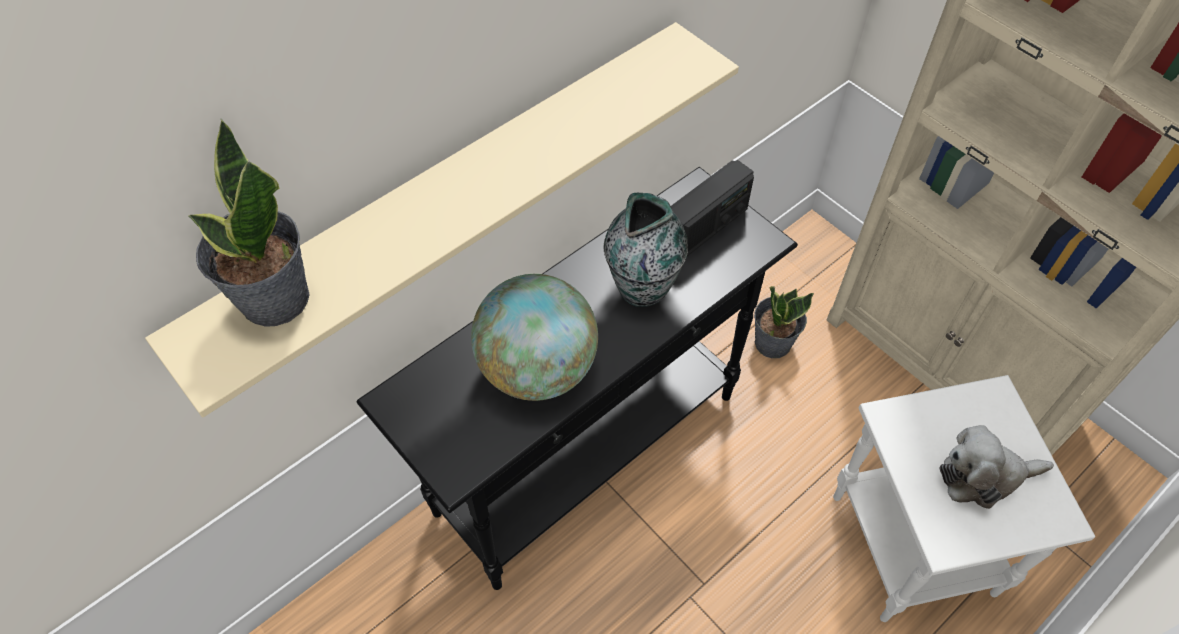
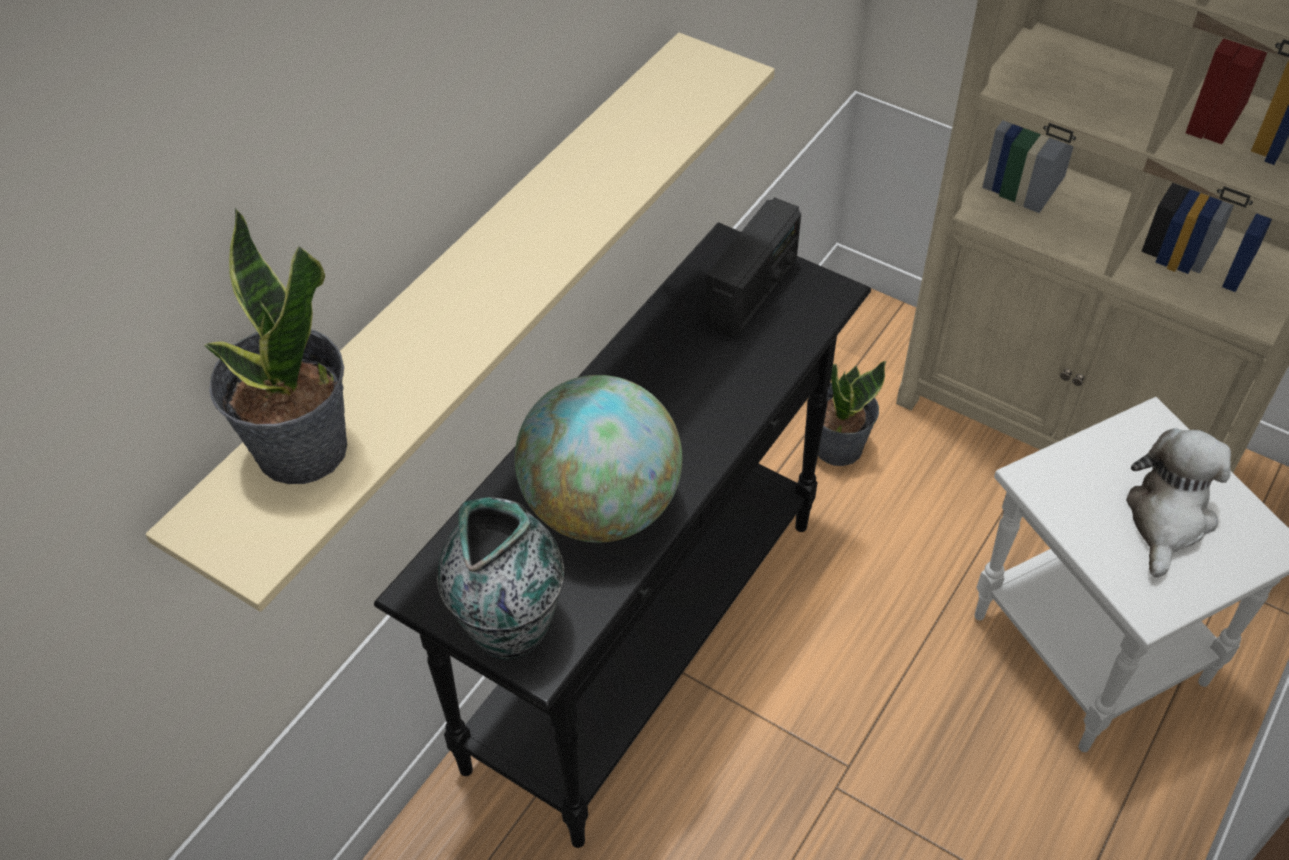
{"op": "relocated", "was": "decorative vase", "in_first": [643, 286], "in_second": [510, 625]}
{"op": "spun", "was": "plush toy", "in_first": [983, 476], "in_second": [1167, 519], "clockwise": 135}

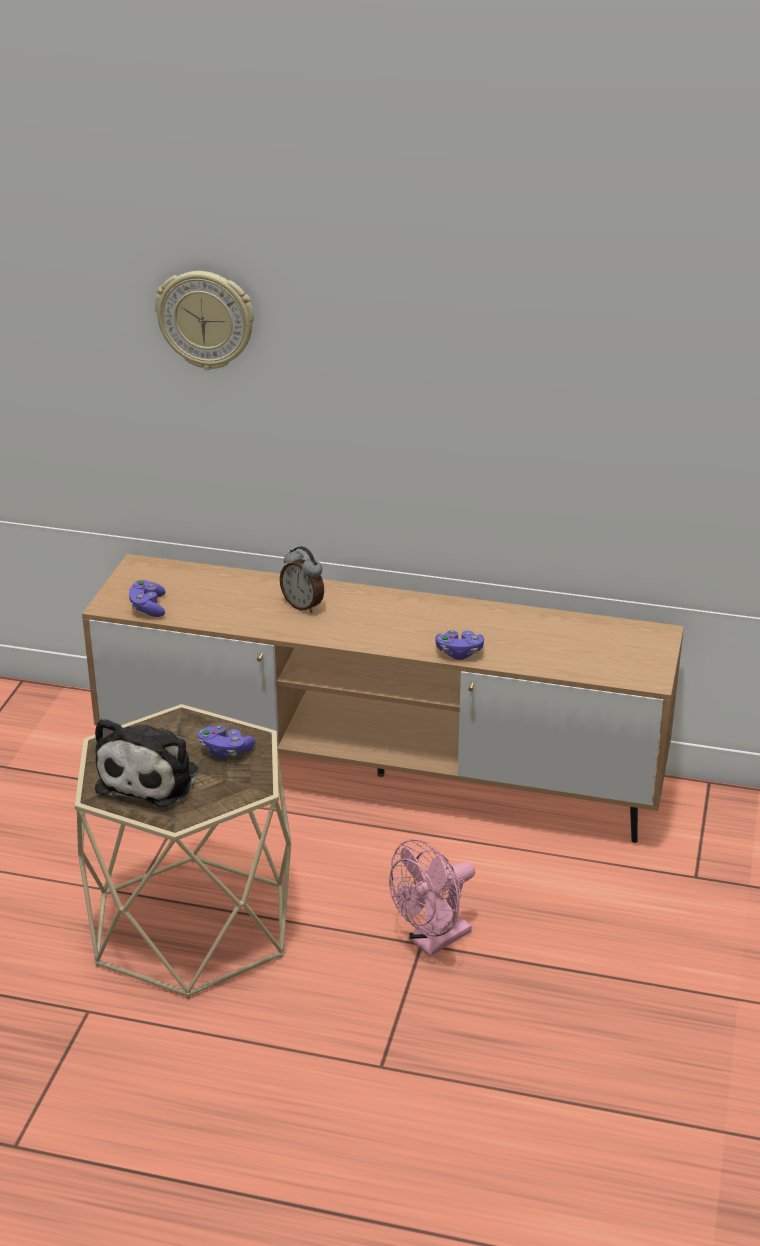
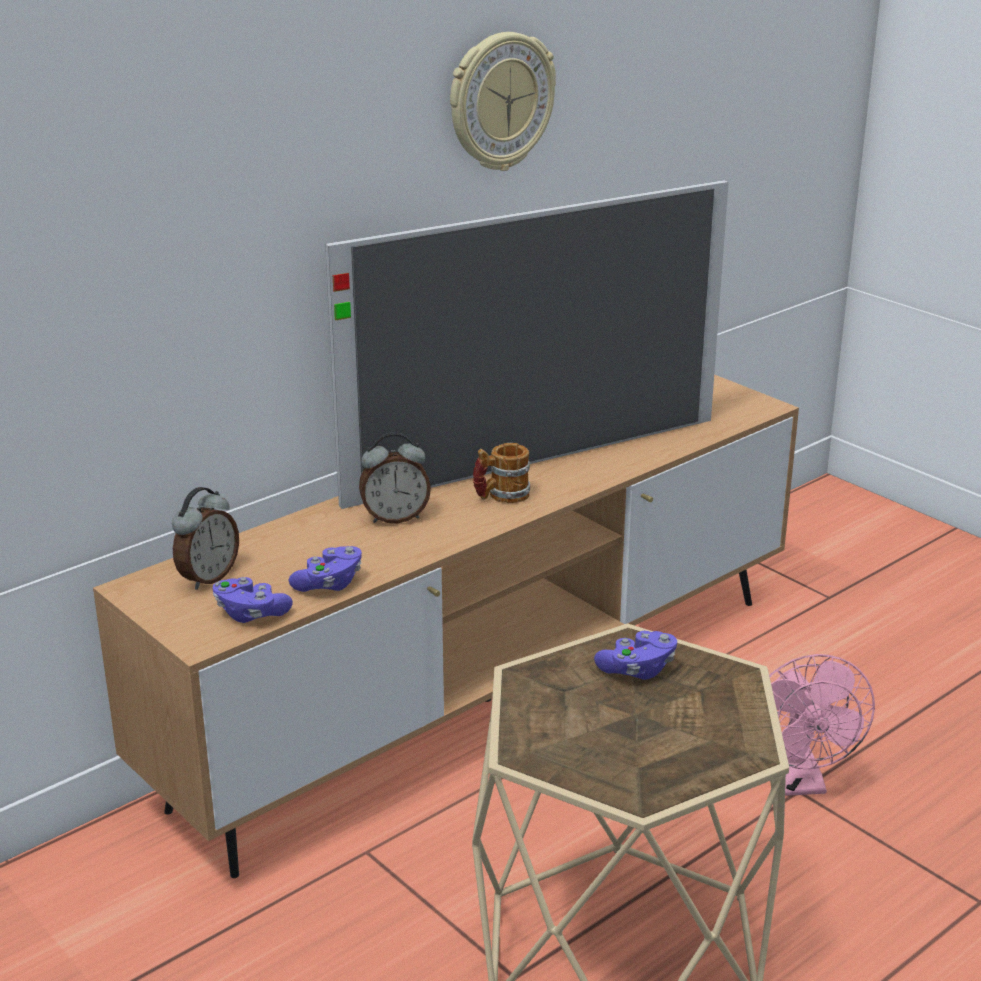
{"op": "missing", "was": "plush toy", "in_first": [151, 777]}
{"op": "relocated", "was": "hanging clock", "in_first": [206, 319], "in_second": [500, 101]}
{"op": "relocated", "was": "joypad/purplish", "in_first": [459, 653], "in_second": [329, 584]}
{"op": "appeared", "now": "alarm clock", "in_second": [207, 577]}
{"op": "appeared", "now": "television", "in_second": [536, 461]}
{"op": "appeared", "now": "coffee mug", "in_second": [501, 496]}

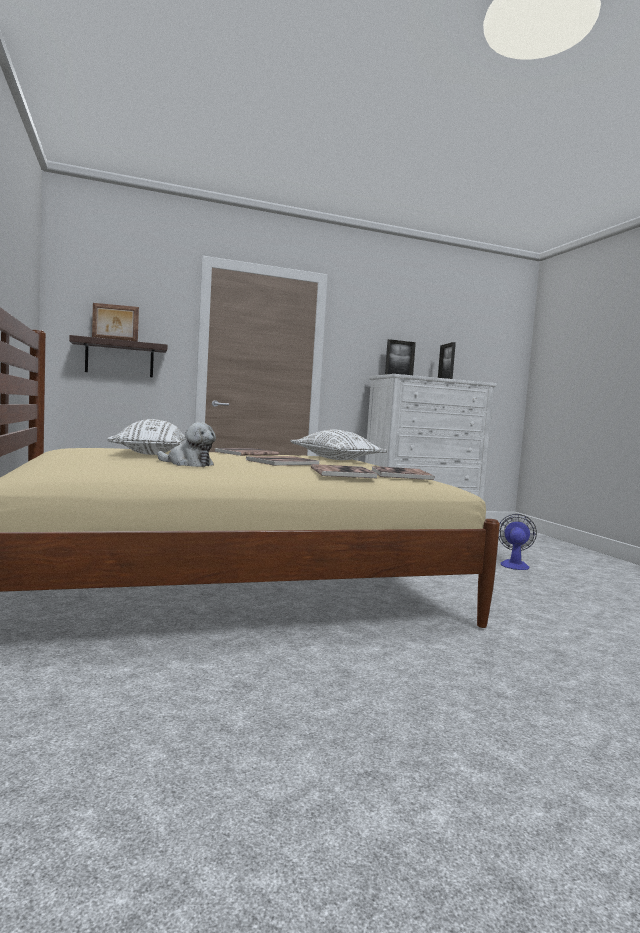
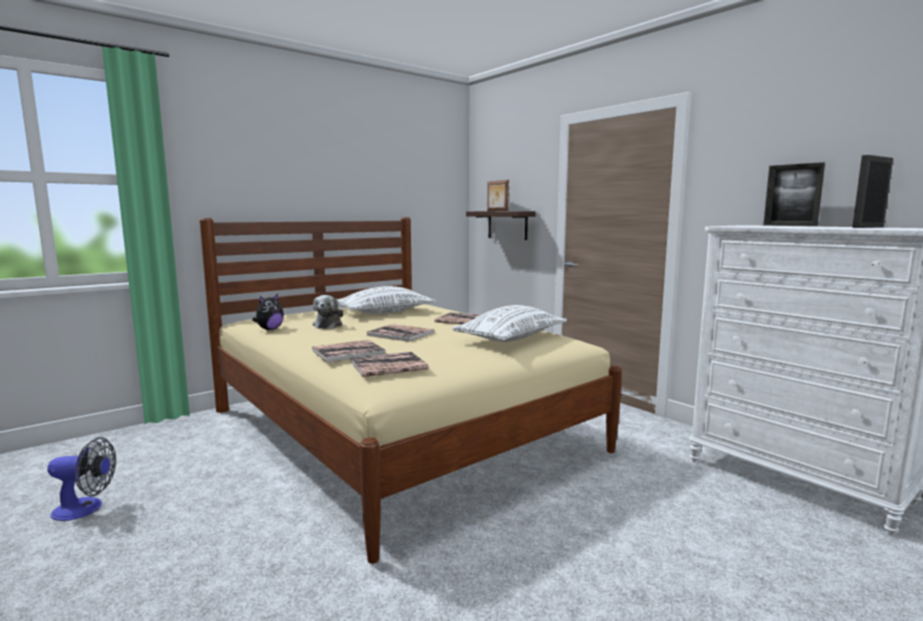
{"op": "relocated", "was": "fan", "in_first": [514, 564], "in_second": [85, 509]}
{"op": "appeared", "now": "plush toy", "in_second": [269, 329]}

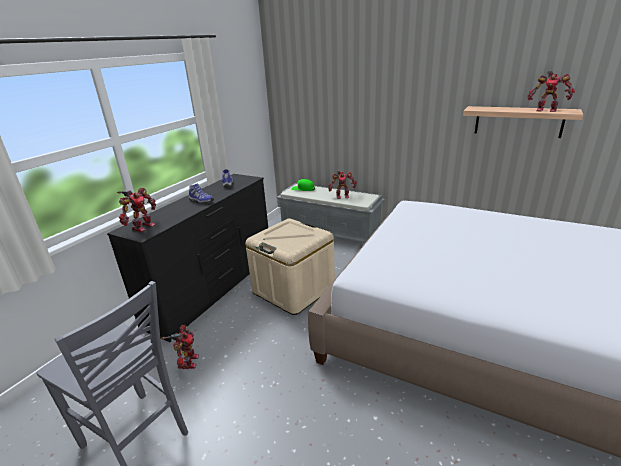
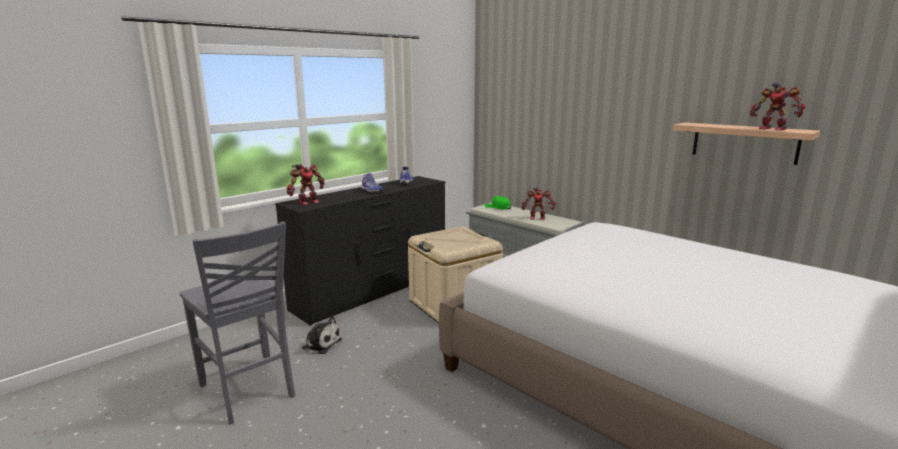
{"op": "exchanged", "was": "robot figure", "now": "plush toy", "in_first": [188, 362], "in_second": [320, 344]}

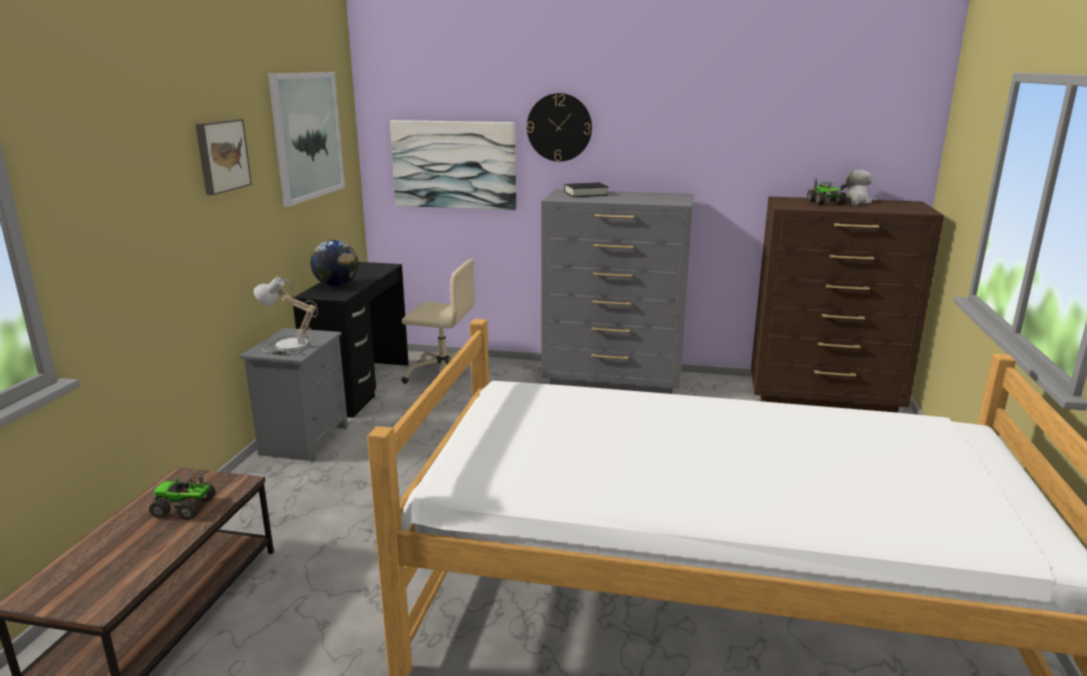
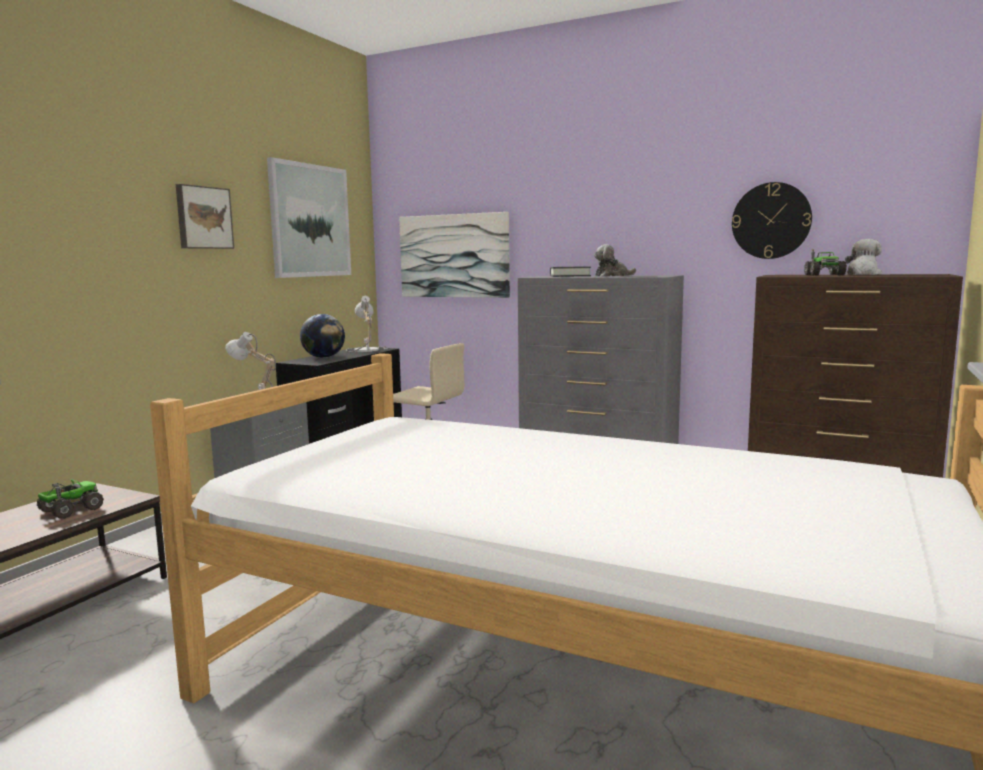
{"op": "spun", "was": "toy lorry", "in_first": [185, 508], "in_second": [70, 510], "clockwise": 105}
{"op": "relocated", "was": "hanging clock", "in_first": [559, 127], "in_second": [771, 221]}
{"op": "appeared", "now": "table lamp", "in_second": [363, 350]}
{"op": "appeared", "now": "plush toy", "in_second": [612, 276]}

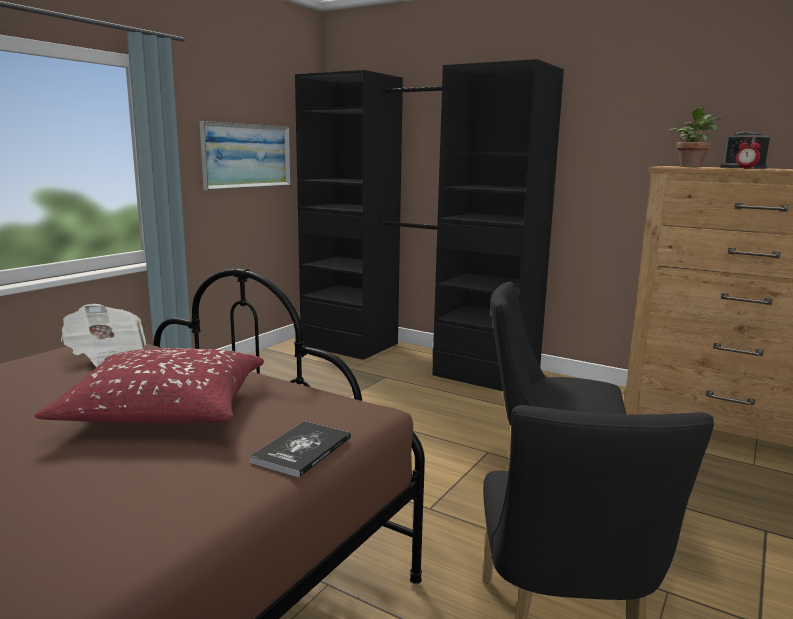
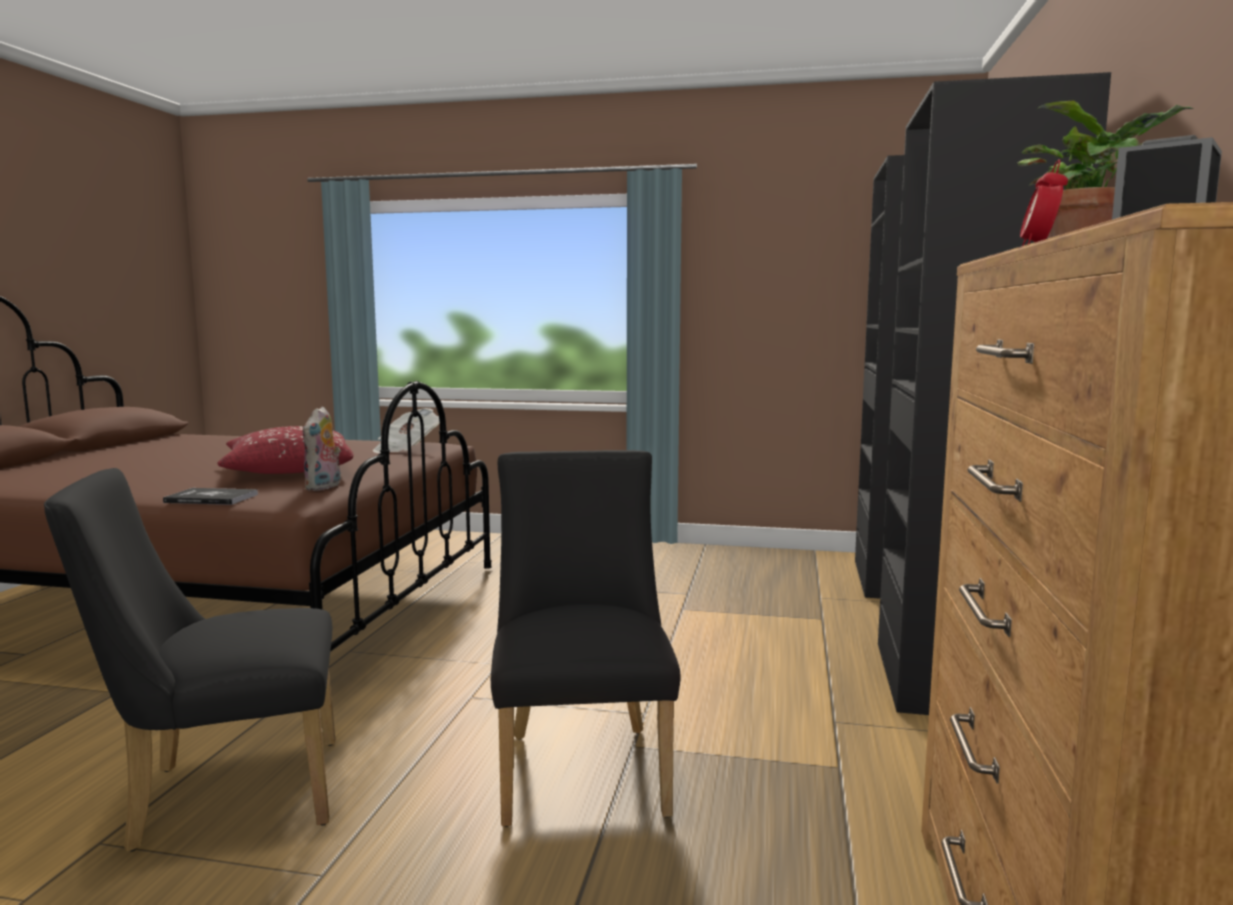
{"op": "missing", "was": "picture", "in_first": [247, 156]}
{"op": "appeared", "now": "plush toy", "in_second": [324, 487]}

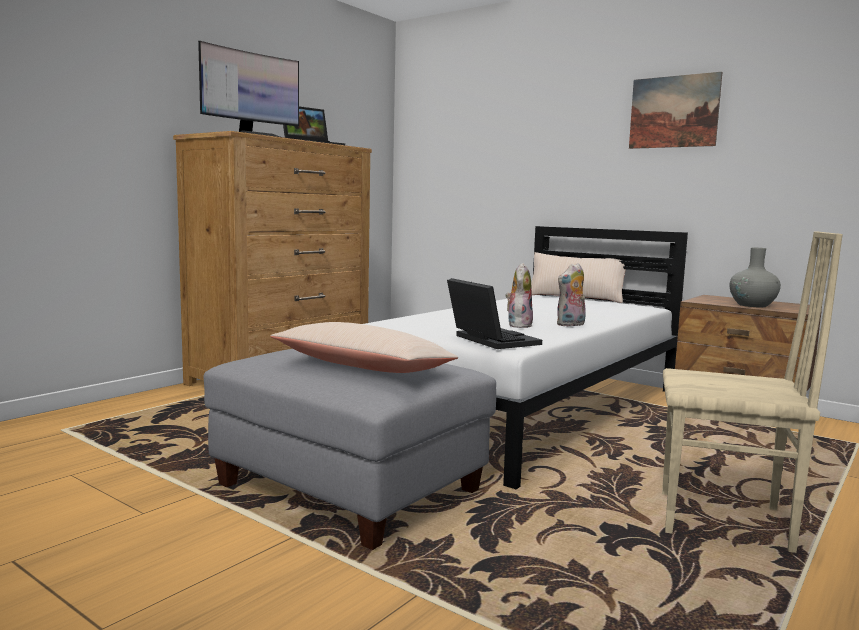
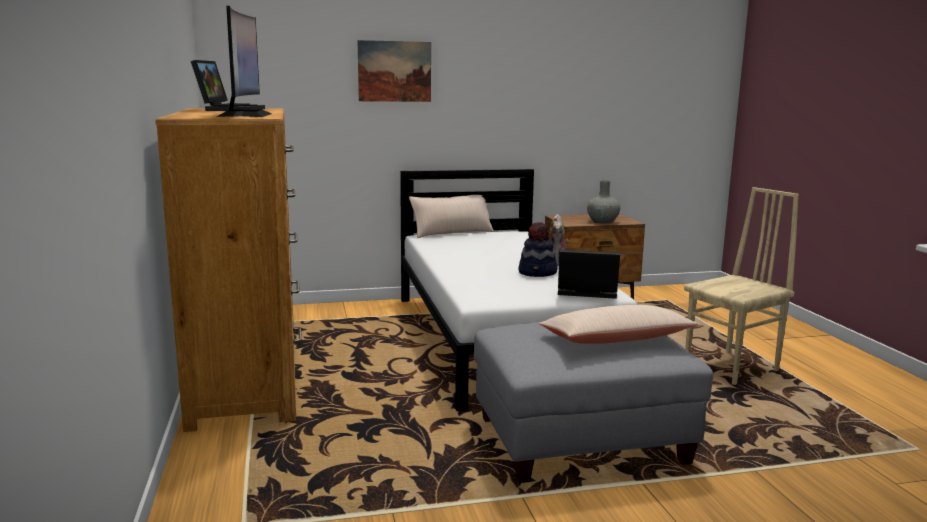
{"op": "exchanged", "was": "plush toy", "now": "hat", "in_first": [518, 325], "in_second": [538, 273]}
{"op": "relocated", "was": "picture", "in_first": [673, 112], "in_second": [394, 71]}

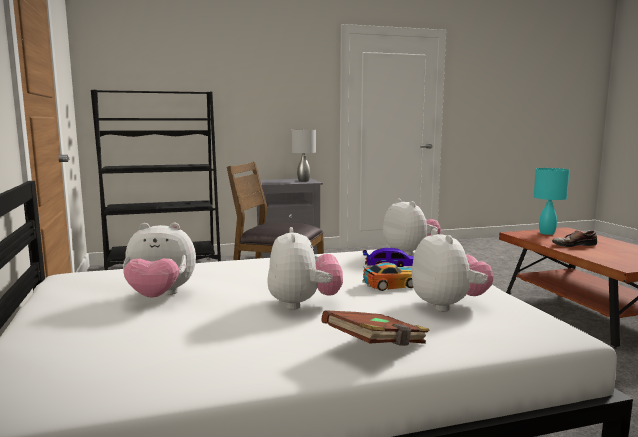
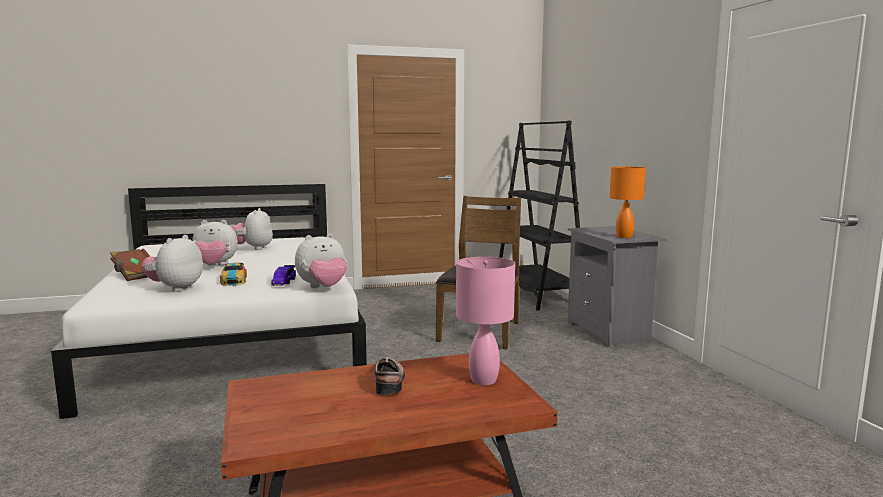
{"op": "colour", "was": "table lamp/gray", "now": "table lamp/orangey", "in_first": [303, 181], "in_second": [623, 237]}
{"op": "spun", "was": "plush toy", "in_first": [448, 305], "in_second": [175, 288], "clockwise": 120}
{"op": "colour", "was": "table lamp/turquoise", "now": "table lamp/pink-coloured", "in_first": [546, 233], "in_second": [484, 380]}

